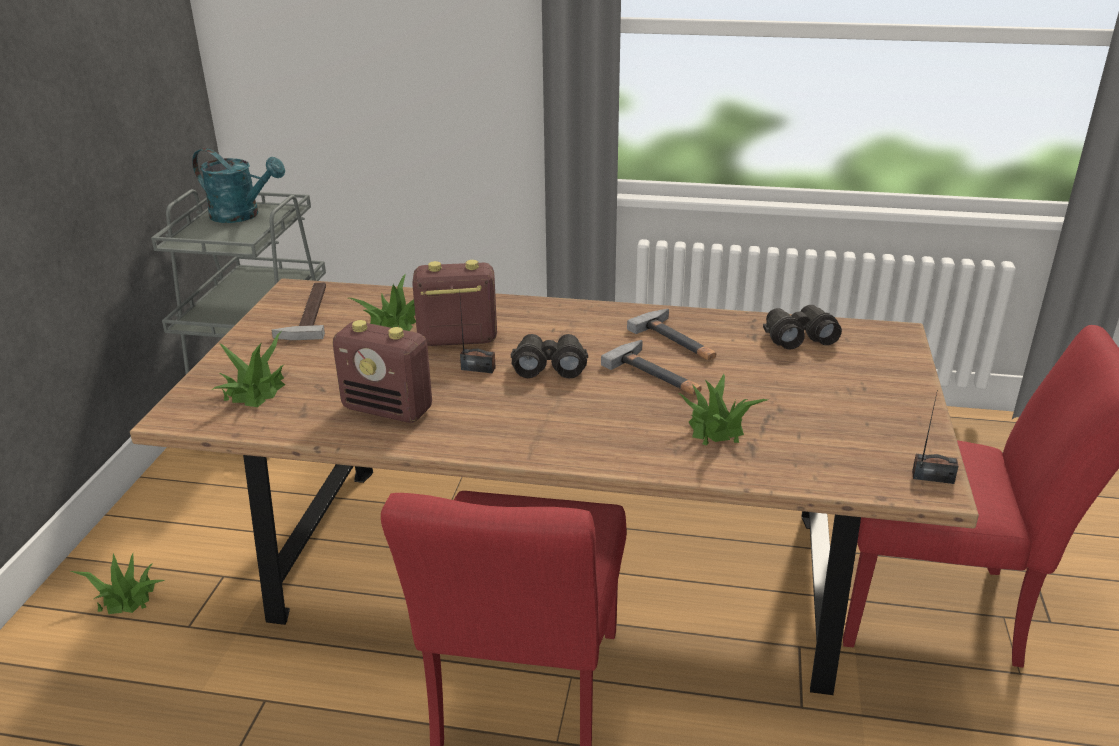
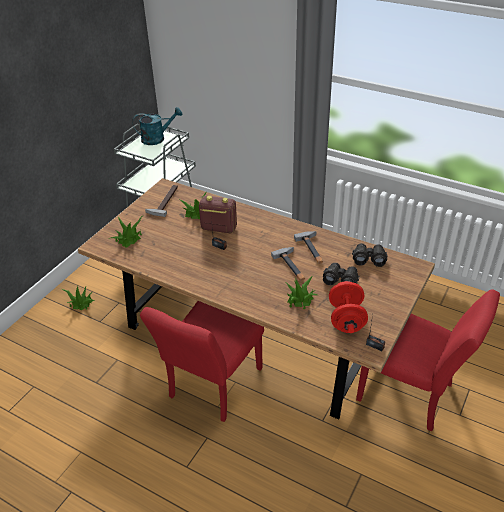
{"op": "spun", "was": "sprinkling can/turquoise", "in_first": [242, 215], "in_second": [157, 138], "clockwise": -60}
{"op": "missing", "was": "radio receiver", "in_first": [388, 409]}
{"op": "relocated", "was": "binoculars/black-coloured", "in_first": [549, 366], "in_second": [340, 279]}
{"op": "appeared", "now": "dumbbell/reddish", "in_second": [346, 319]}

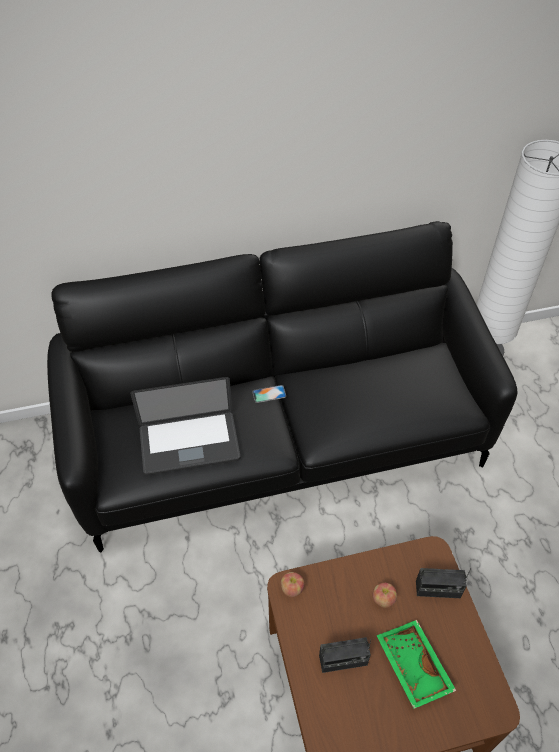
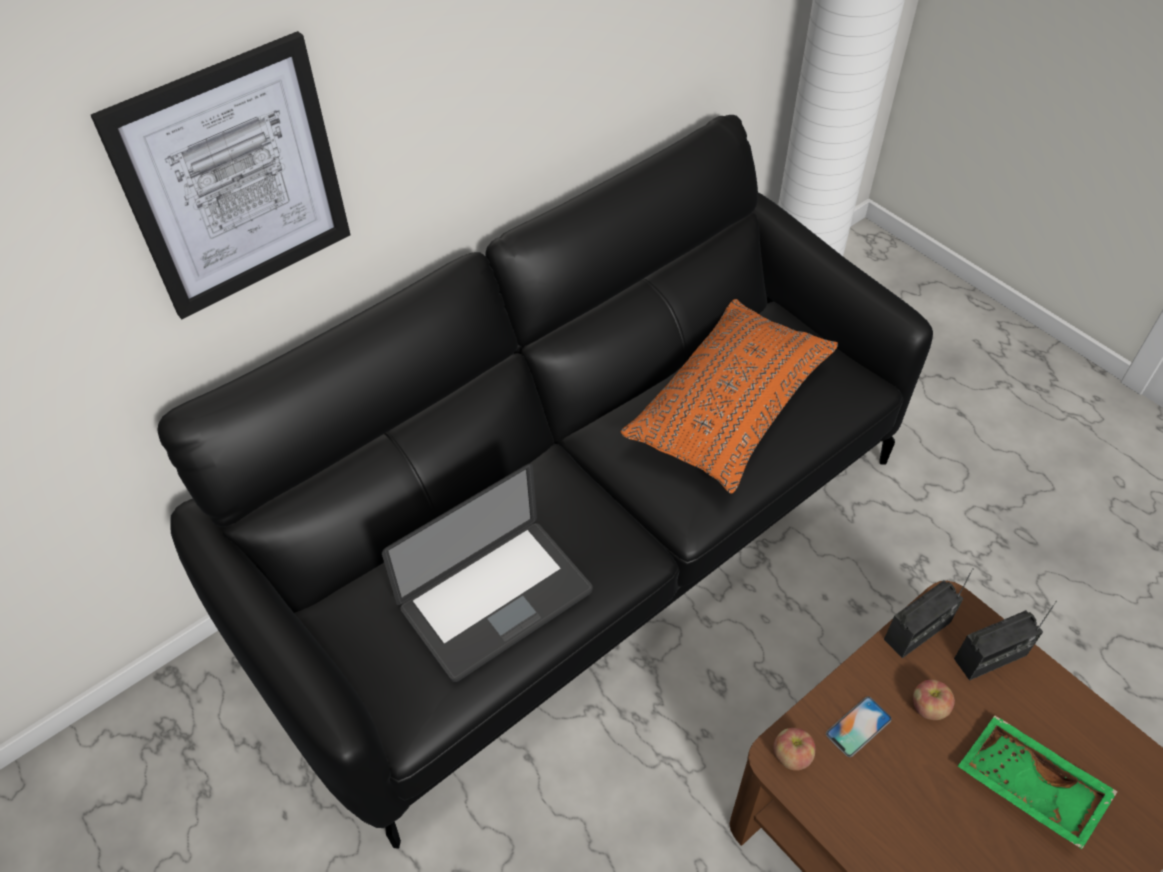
{"op": "relocated", "was": "telephone", "in_first": [269, 394], "in_second": [858, 726]}
{"op": "relocated", "was": "radio receiver", "in_first": [343, 660], "in_second": [917, 631]}
{"op": "appeared", "now": "picture", "in_second": [234, 180]}
{"op": "appeared", "now": "cushion/orangey", "in_second": [730, 407]}

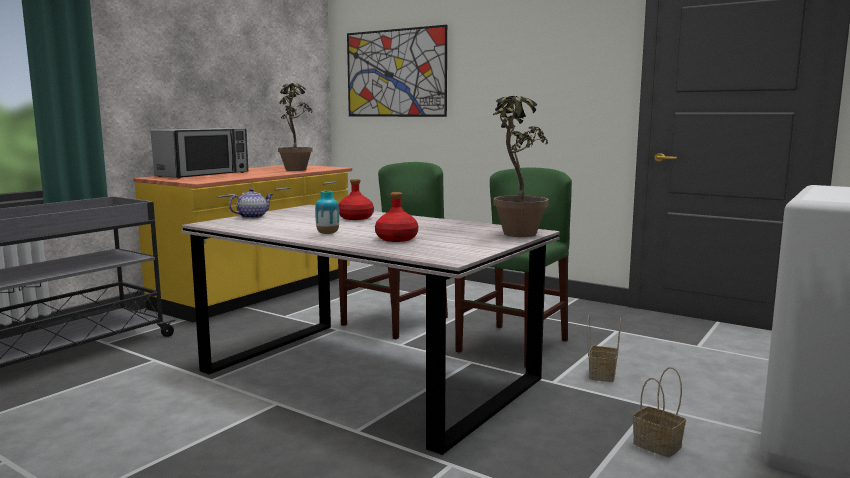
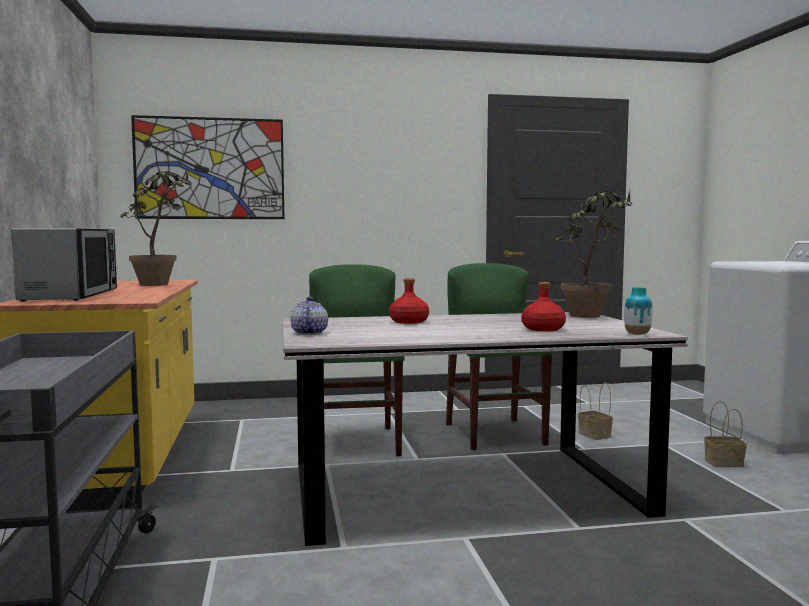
{"op": "relocated", "was": "decorative vase", "in_first": [327, 234], "in_second": [637, 334]}

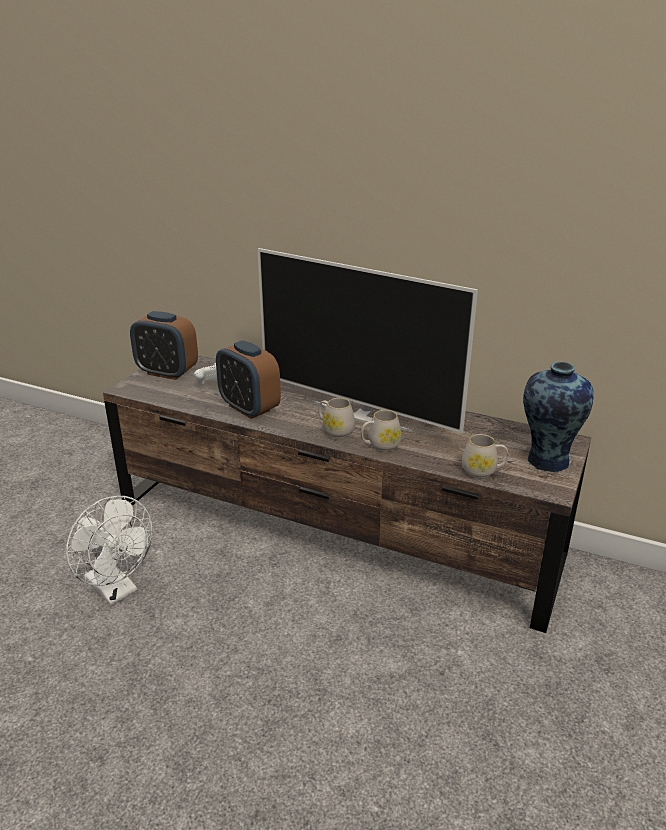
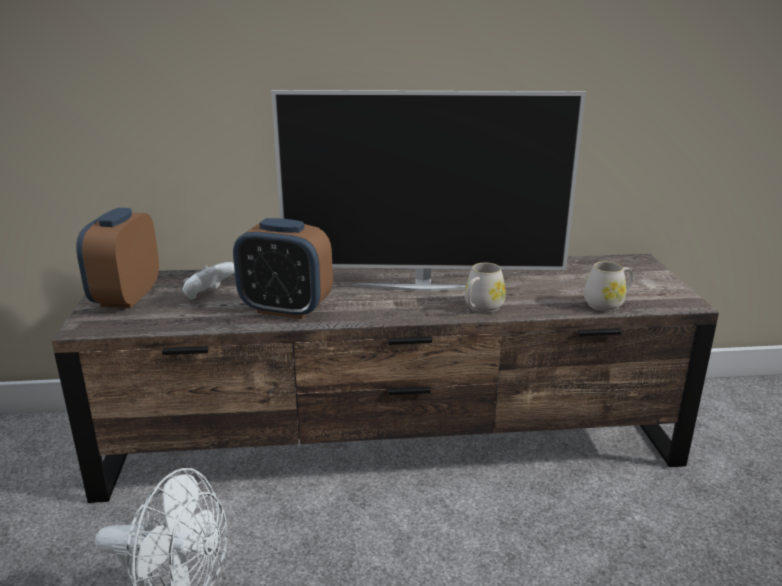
{"op": "spun", "was": "alarm clock", "in_first": [167, 372], "in_second": [126, 297], "clockwise": 105}
{"op": "missing", "was": "coffee mug/white-coloured", "in_first": [335, 430]}
{"op": "missing", "was": "decorative vase", "in_first": [546, 461]}

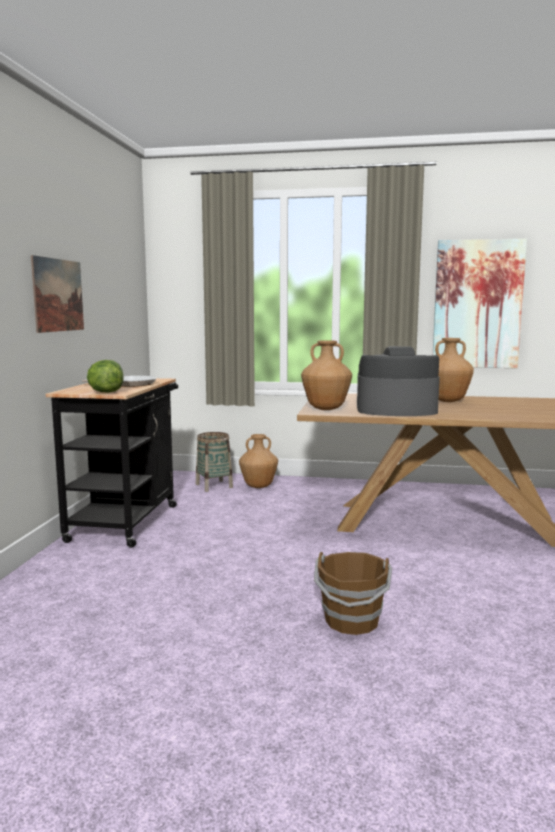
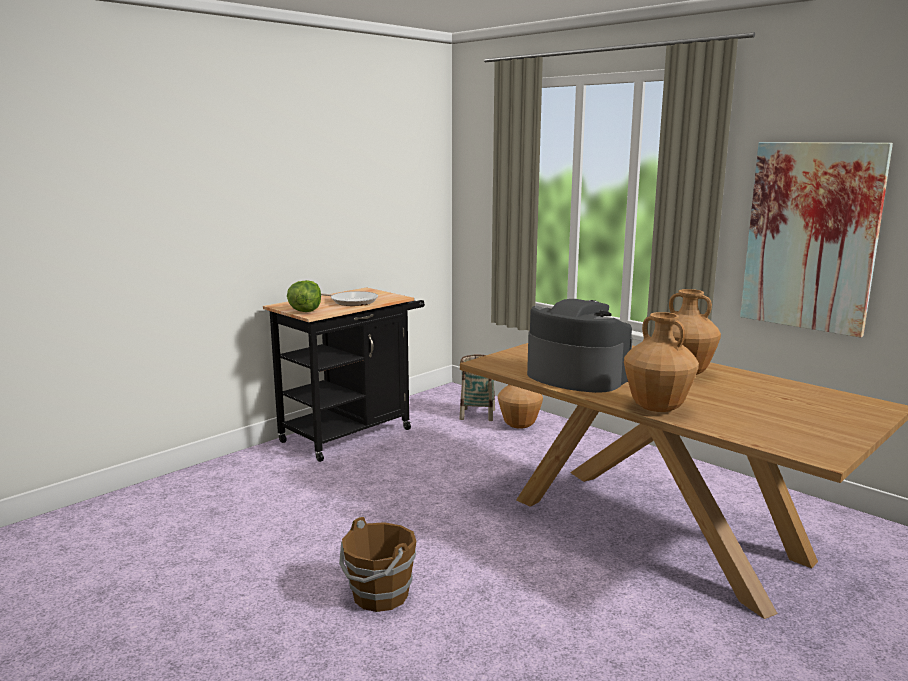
{"op": "missing", "was": "picture", "in_first": [58, 295]}
{"op": "relocated", "was": "decorative vase/brown-coloured", "in_first": [325, 409], "in_second": [656, 408]}

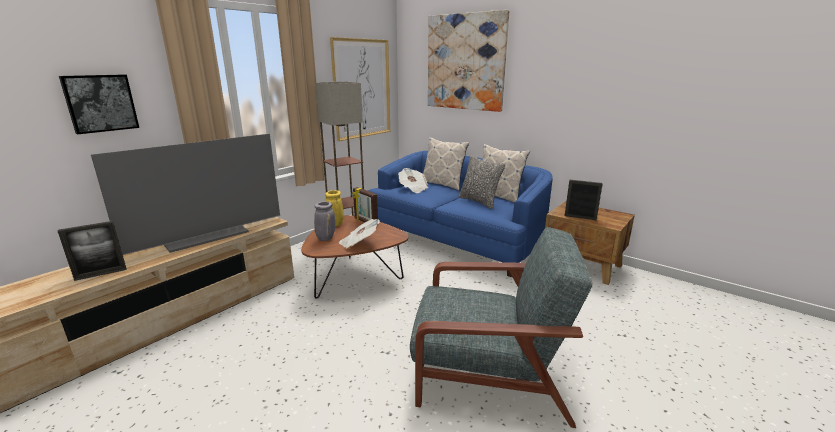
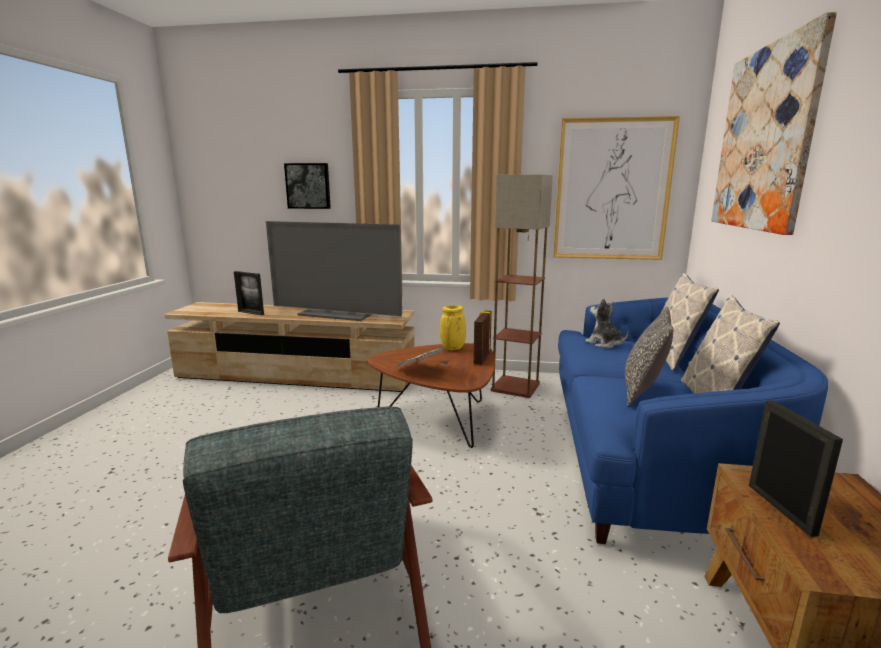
{"op": "missing", "was": "decorative vase/gray", "in_first": [325, 238]}
{"op": "exchanged", "was": "newspaper", "now": "plush toy", "in_first": [413, 188], "in_second": [604, 344]}

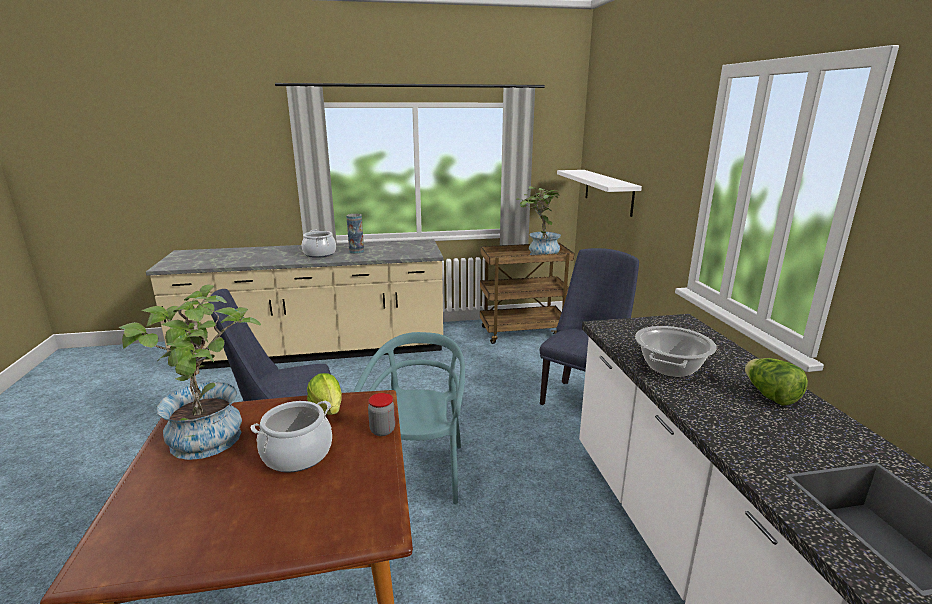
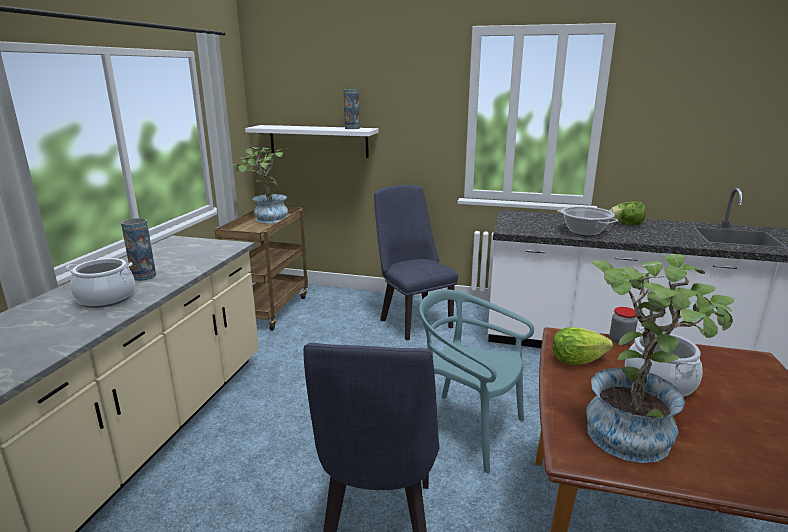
{"op": "appeared", "now": "decorative vase", "in_second": [352, 128]}

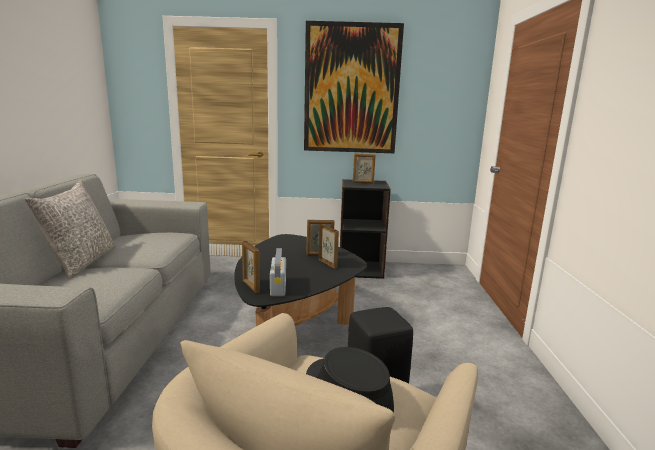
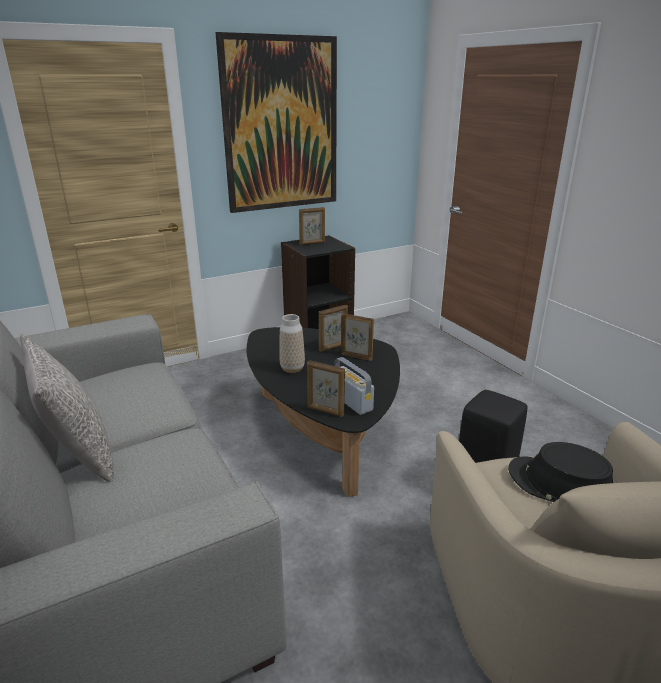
{"op": "appeared", "now": "decorative vase", "in_second": [292, 368]}

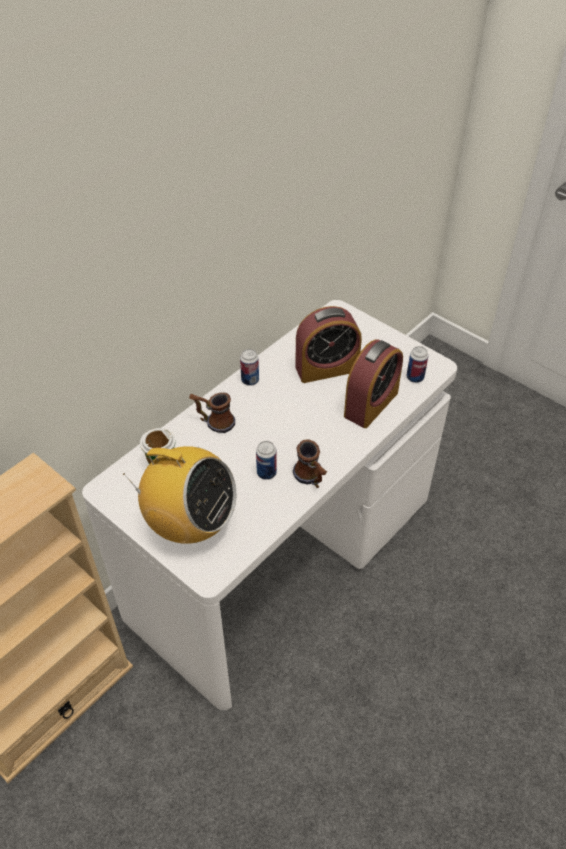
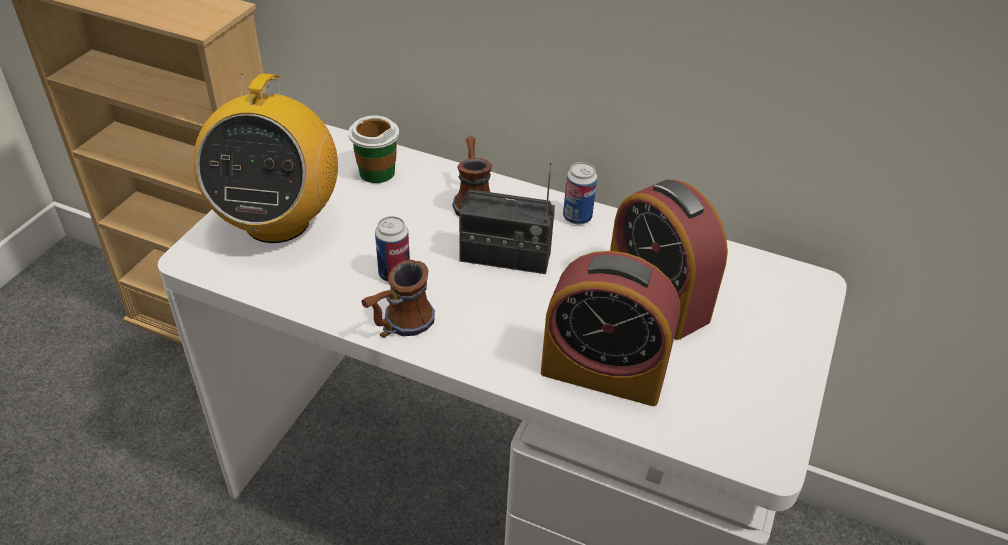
{"op": "missing", "was": "metal can", "in_first": [415, 377]}
{"op": "appeared", "now": "radio receiver", "in_second": [505, 257]}

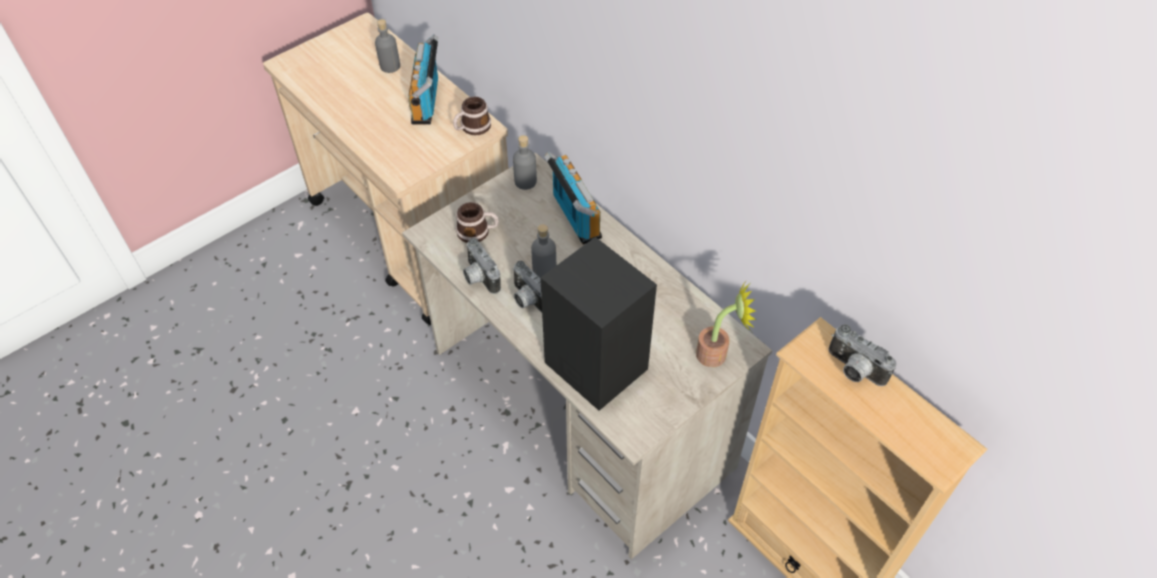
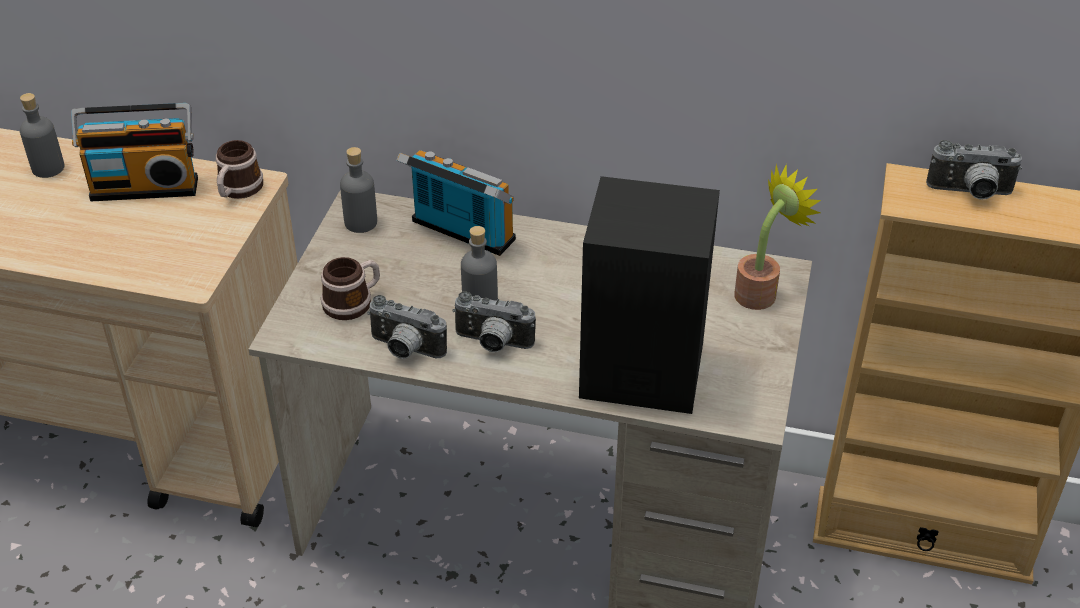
{"op": "spun", "was": "radio receiver", "in_first": [428, 102], "in_second": [145, 186], "clockwise": -60}

